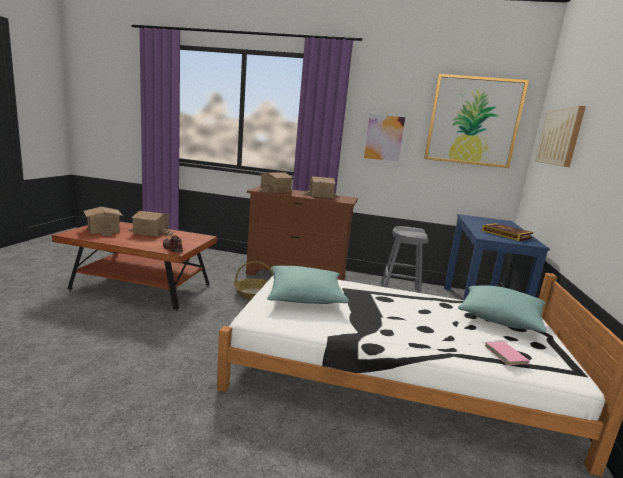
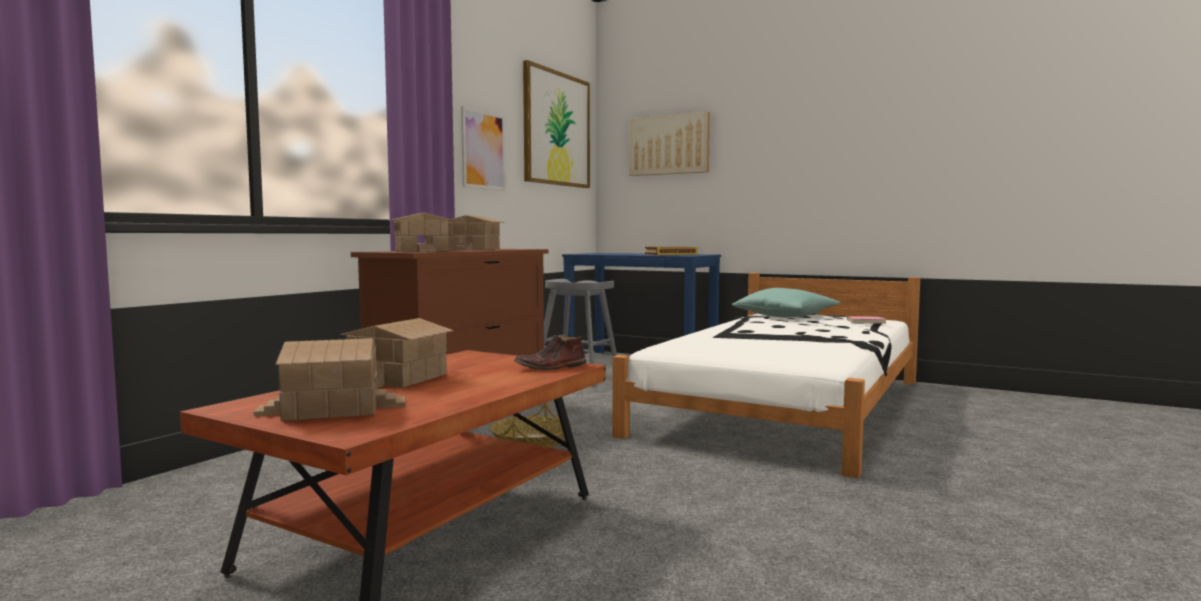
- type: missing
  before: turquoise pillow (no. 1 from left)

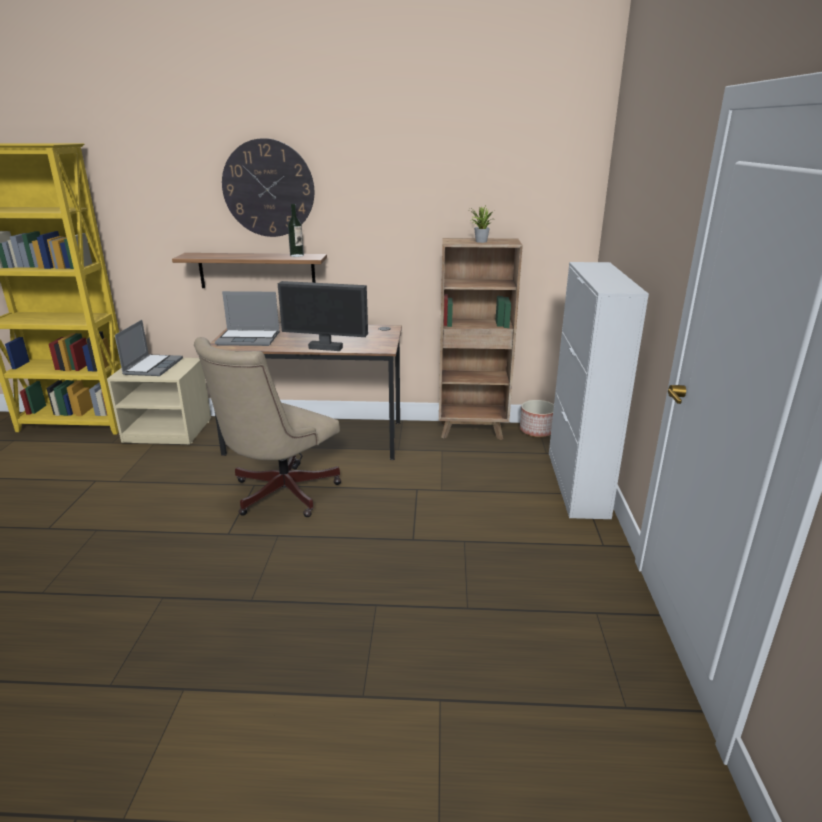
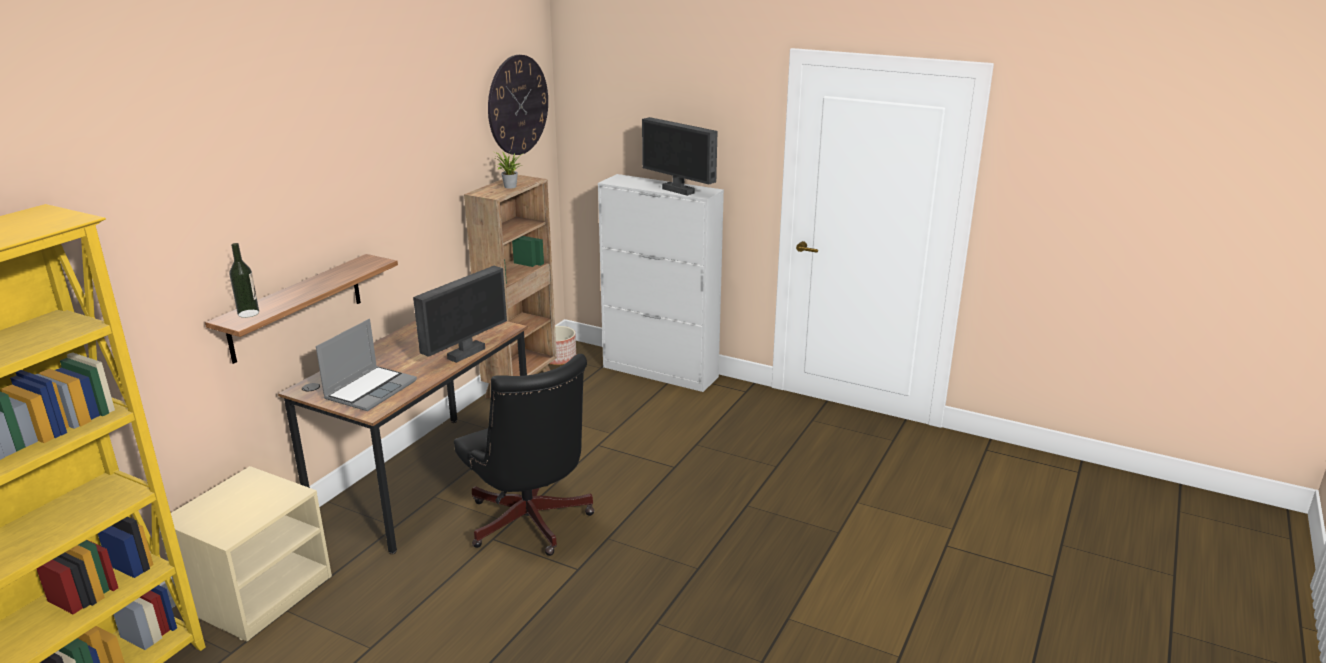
- type: missing
  before: laptop (no. 1 from left)
- type: colour
  before: beige office chair
  after: black office chair
- type: relocated
  before: wall clock
- type: relocated
  before: bottle
- type: appeared
  after: monitor (no. 2 from left)

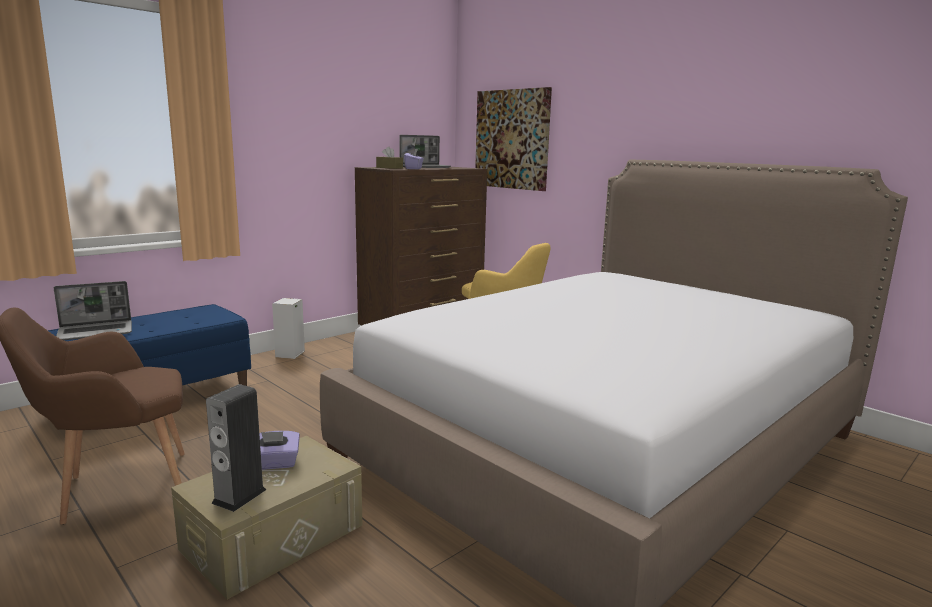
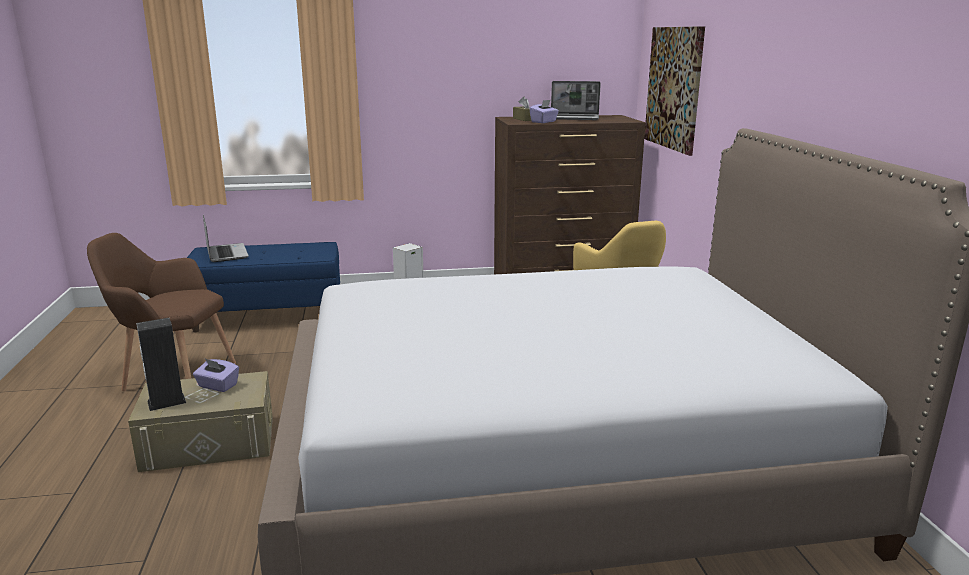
- type: spun
  before: laptop (no. 1 from left)
  turn: -120

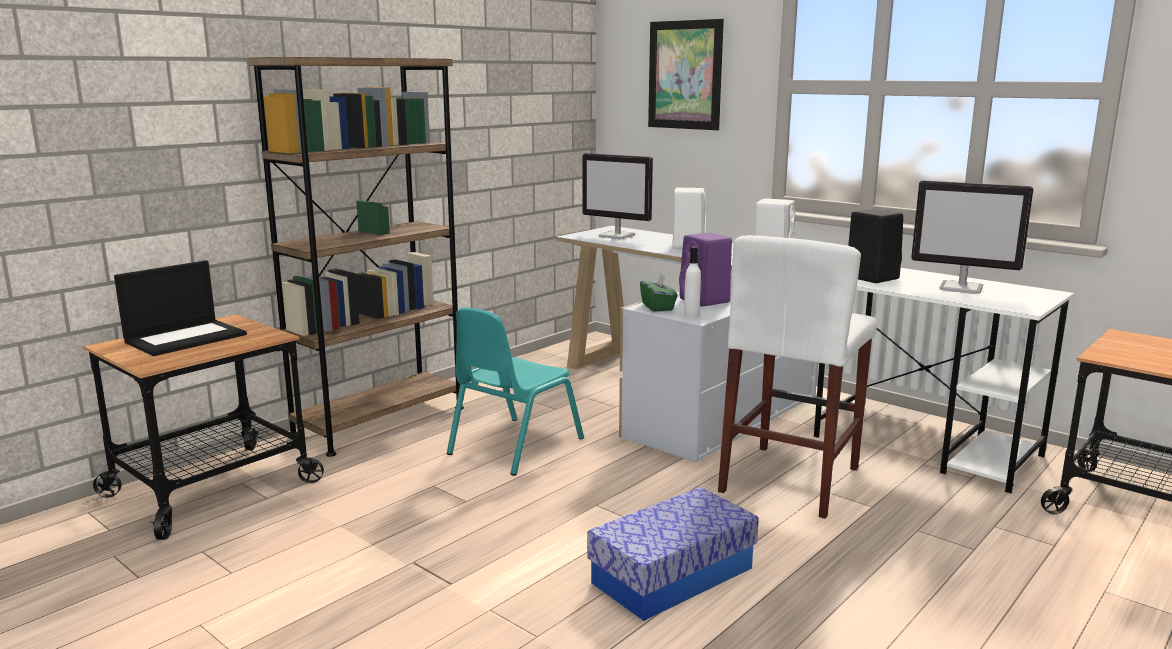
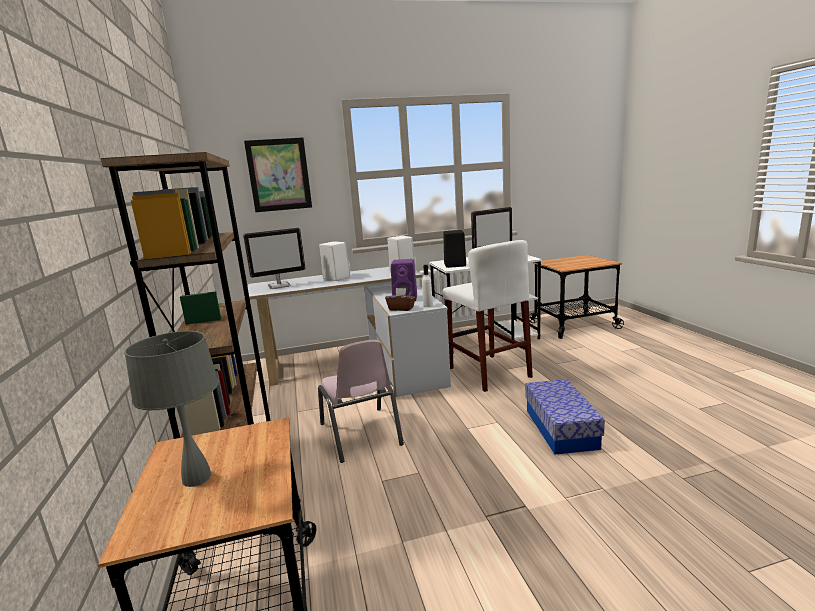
- type: exchanged
  before: laptop
  after: grey table lamp
- type: colour
  before: turquoise chair
  after: pink chair
- type: colour
  before: green tissue box
  after: brown tissue box

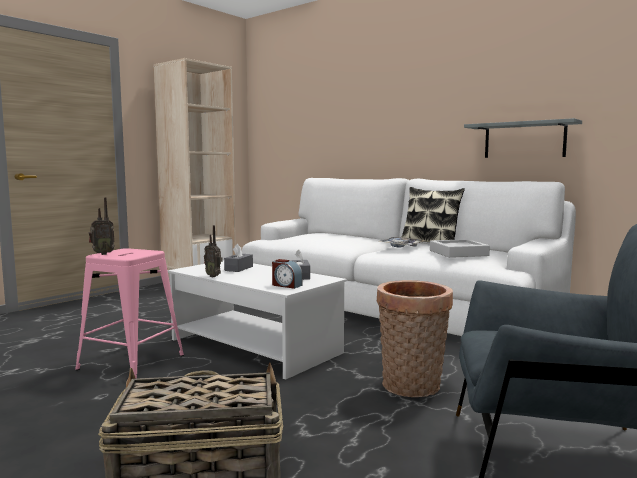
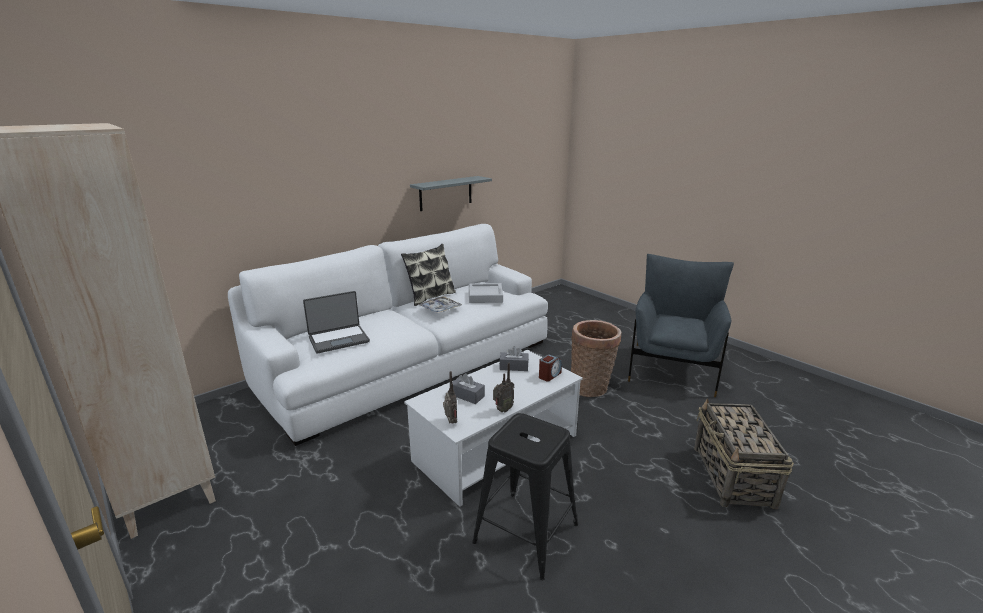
- type: colour
  before: pink stool
  after: black stool
- type: relocated
  before: radio (no. 1 from left)
- type: appeared
  after: laptop

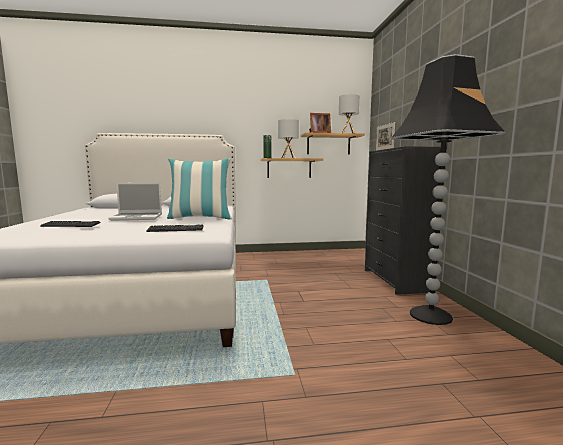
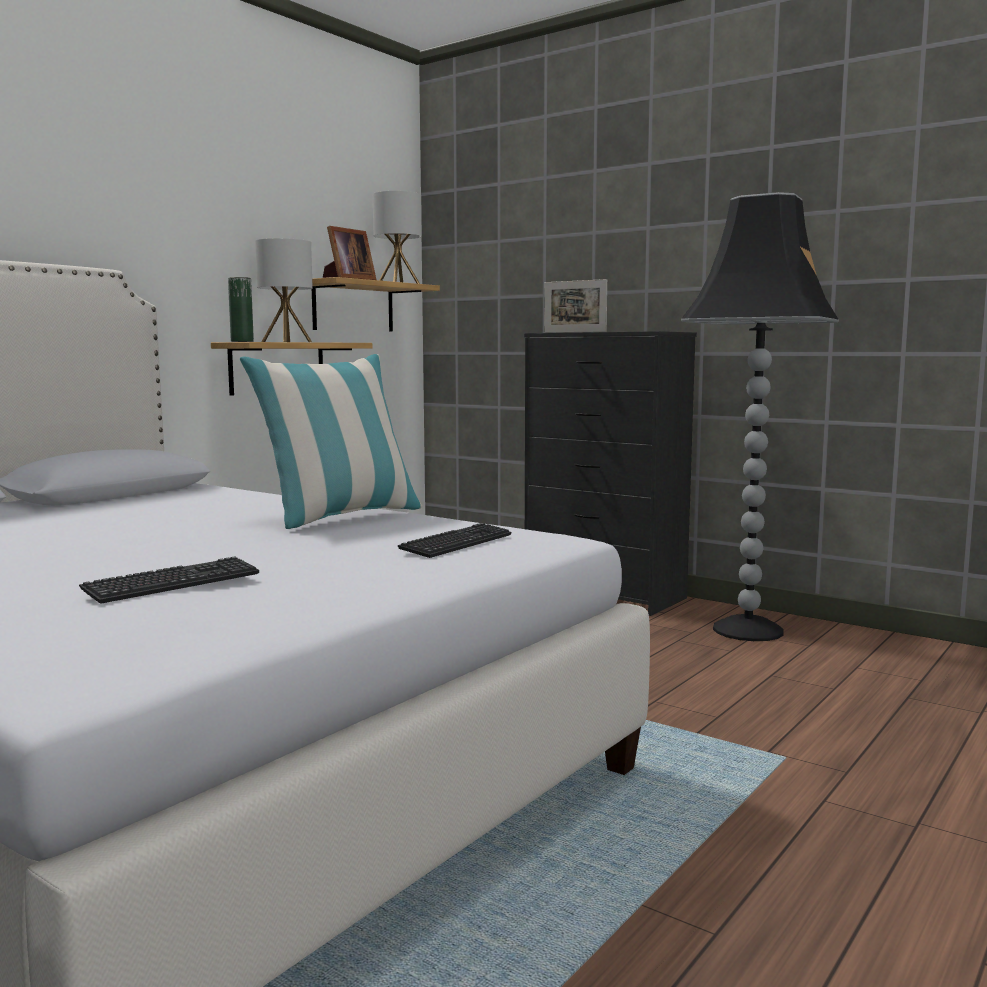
- type: missing
  before: laptop

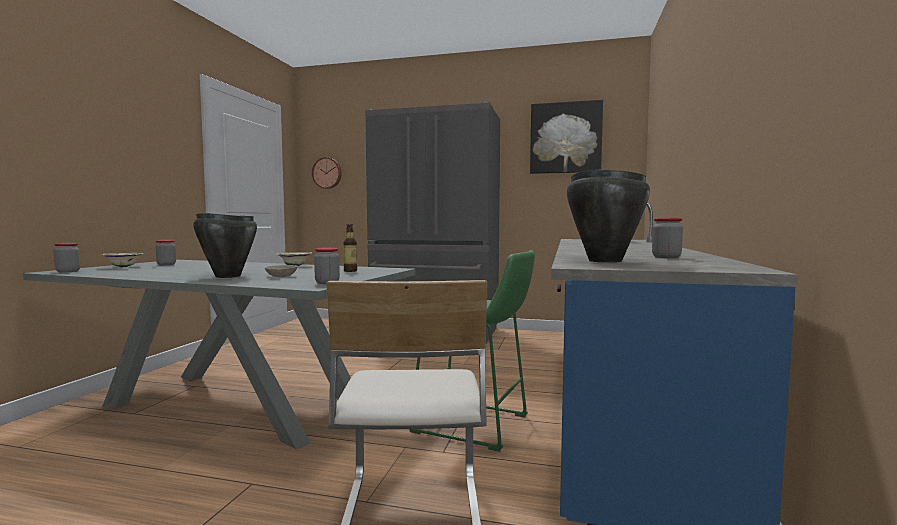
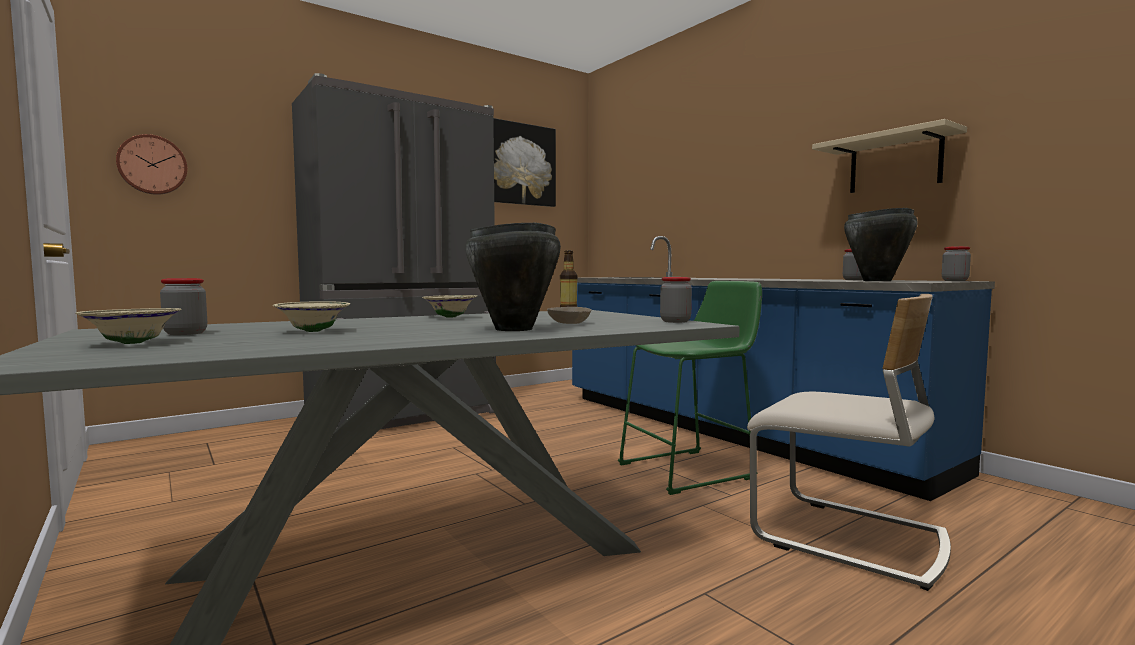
- type: relocated
  before: jar (no. 1 from left in the first image)
  after: jar (no. 4 from left)
- type: appeared
  after: beige bowl (no. 2 from left)
- type: appeared
  after: beige shelf

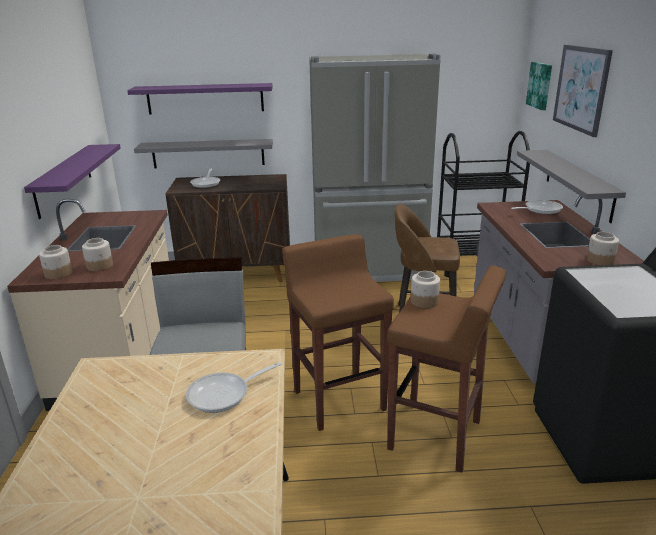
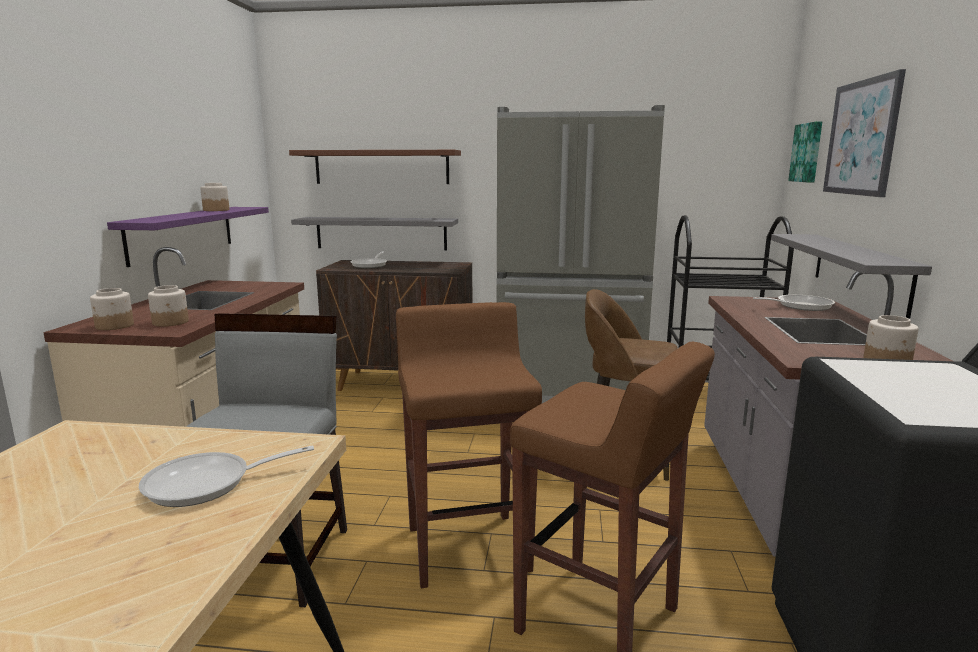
- type: colour
  before: purple shelf (no. 2 from left)
  after: brown shelf
- type: relocated
  before: jar (no. 3 from left)

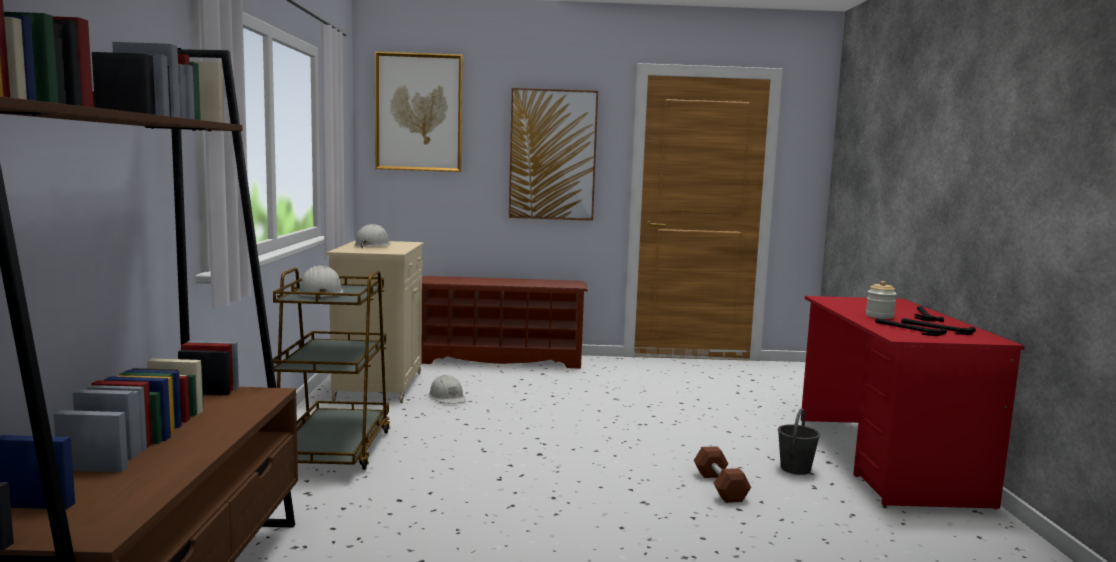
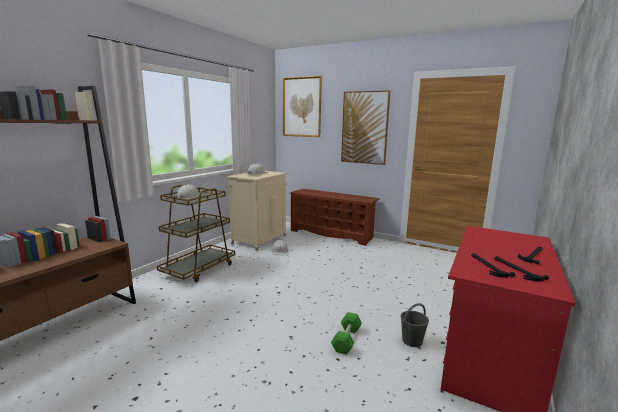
- type: colour
  before: brown dumbbell
  after: green dumbbell
- type: missing
  before: jar

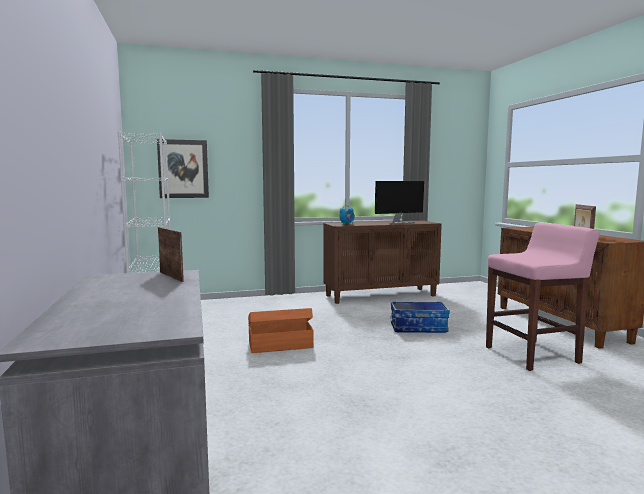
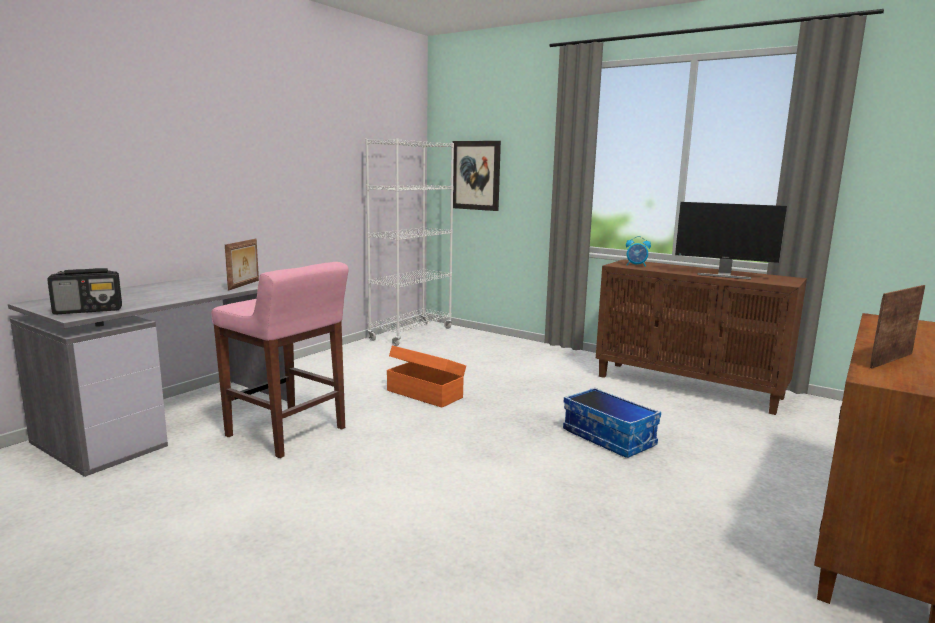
- type: relocated
  before: pink stool
- type: appeared
  after: radio

